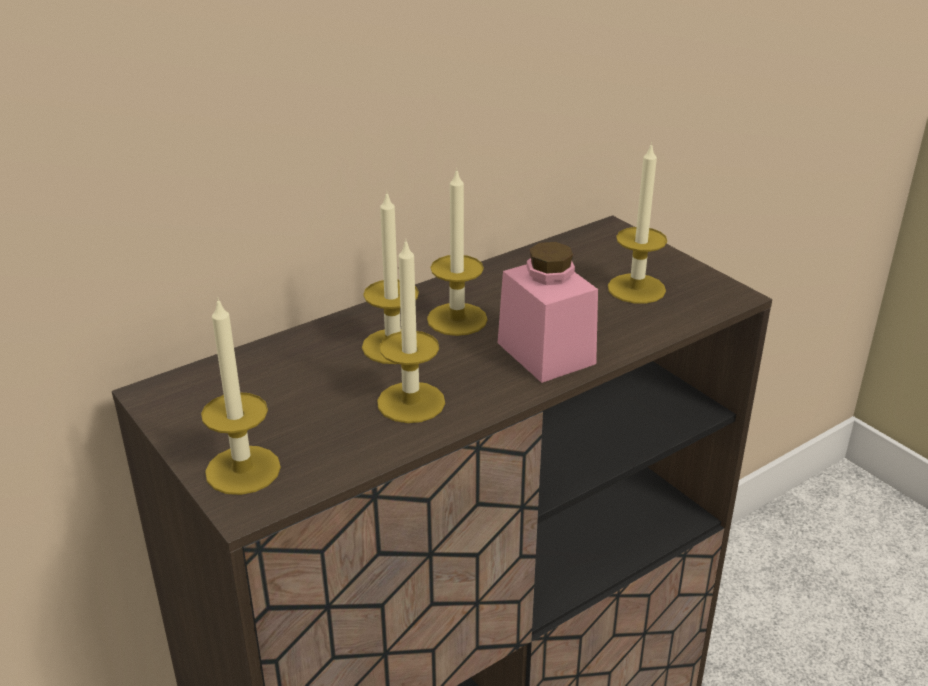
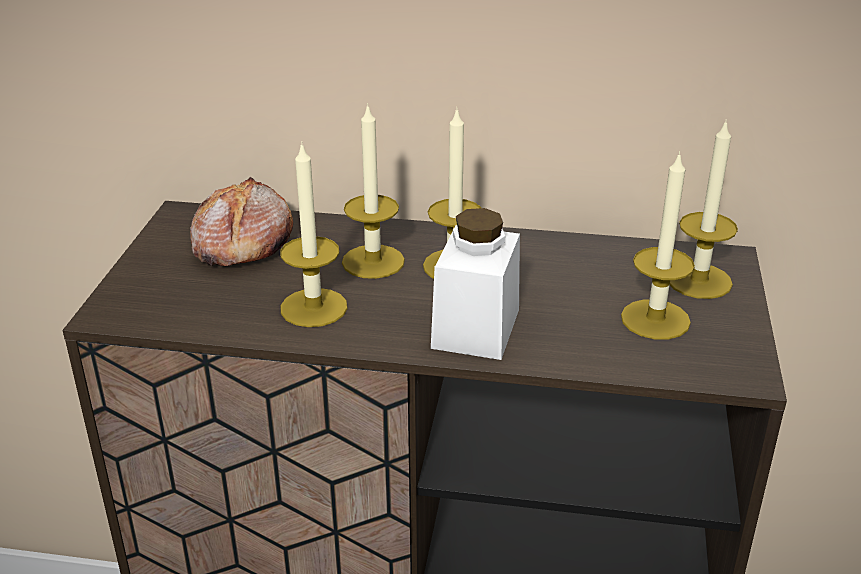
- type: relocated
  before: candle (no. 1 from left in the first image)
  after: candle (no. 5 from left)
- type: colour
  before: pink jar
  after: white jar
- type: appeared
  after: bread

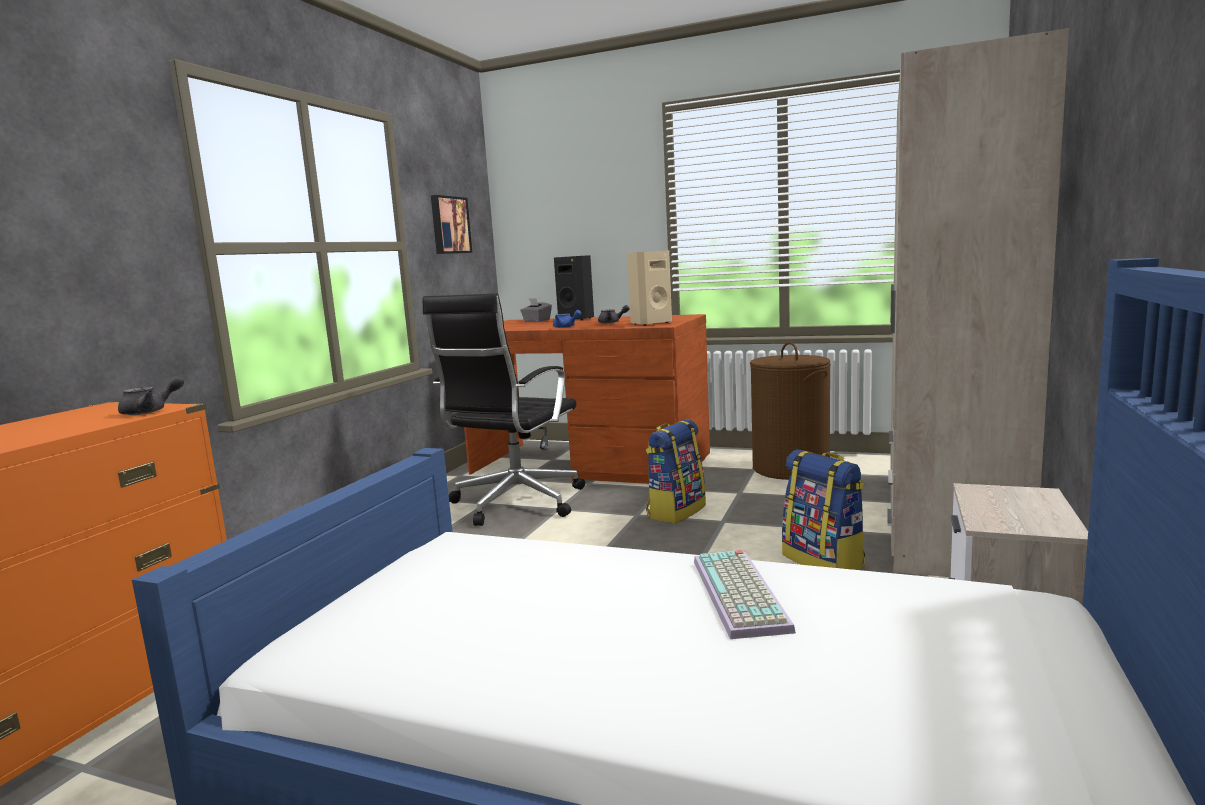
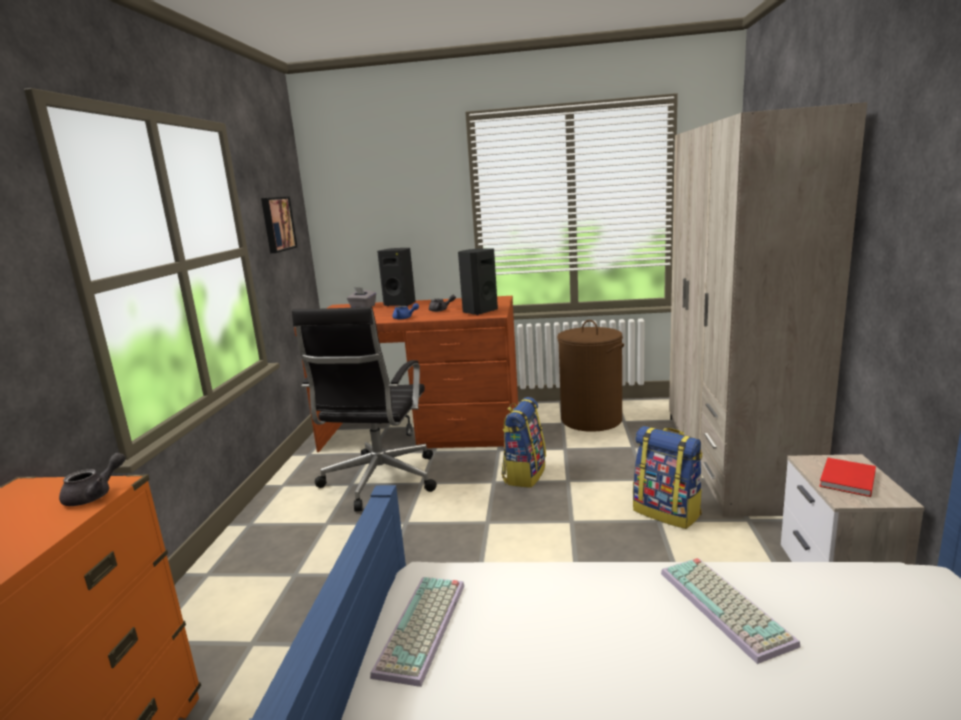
- type: colour
  before: beige speaker
  after: black speaker (no. 2 from left)
- type: appeared
  after: keyboard (no. 1 from left)
- type: appeared
  after: red book

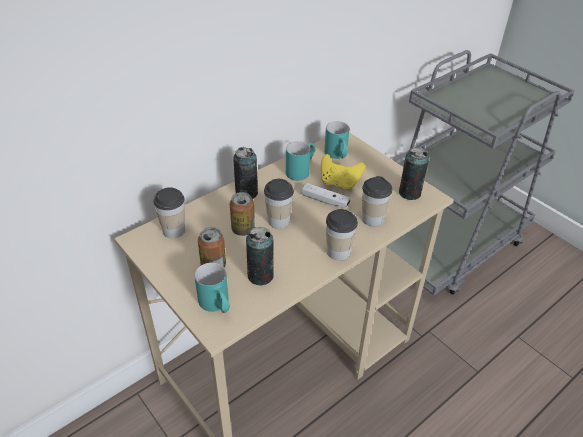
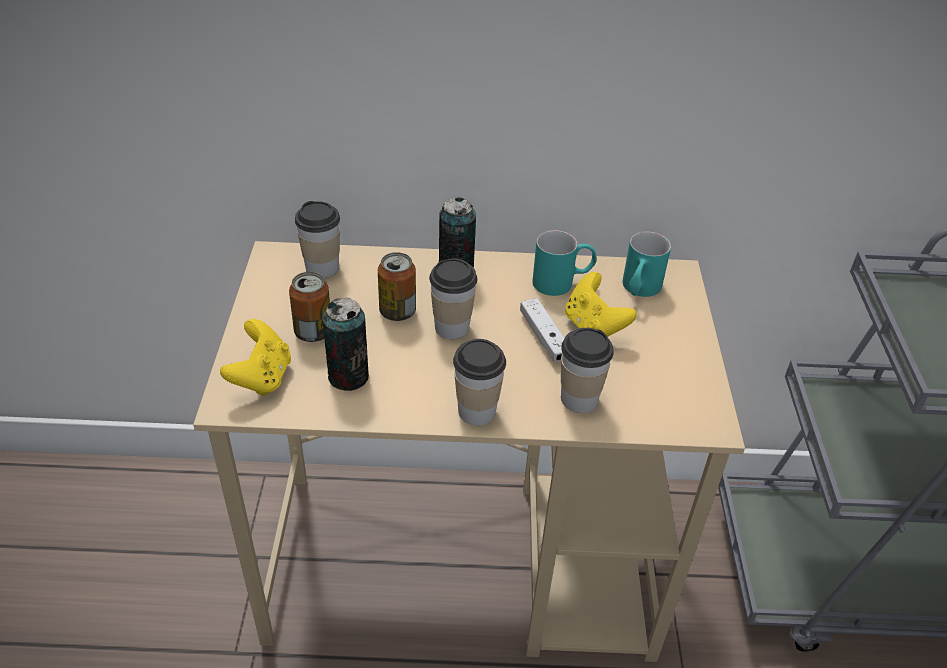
- type: exchanged
  before: turquoise mug (no. 1 from left)
  after: yellow game controller (no. 1 from left)
- type: missing
  before: can (no. 5 from left)

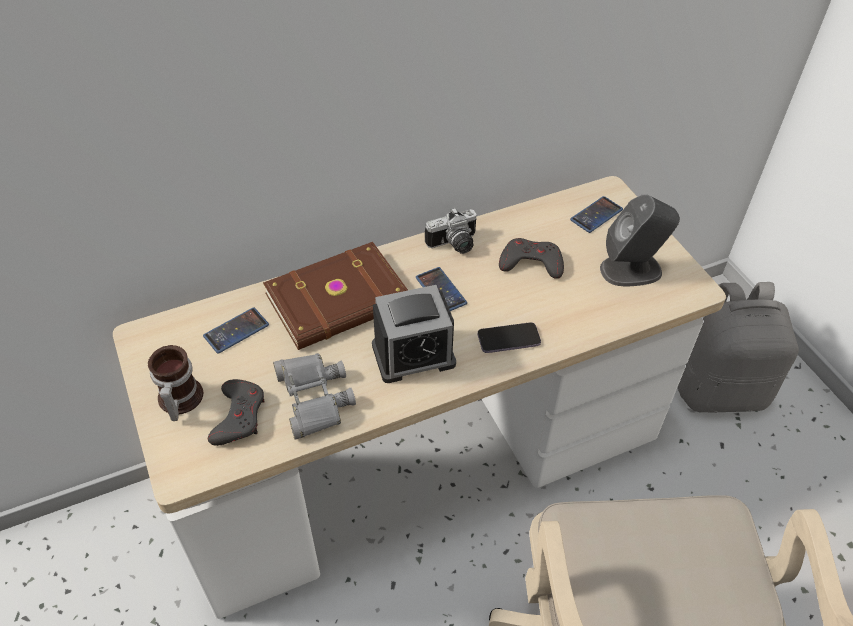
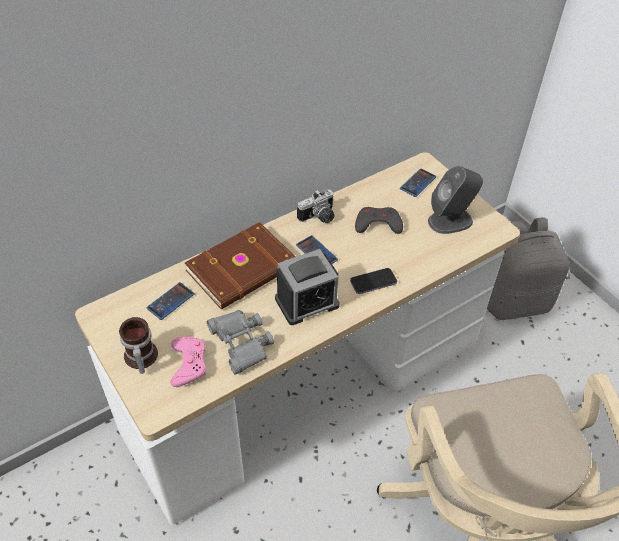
- type: colour
  before: grey game controller (no. 1 from left)
  after: pink game controller

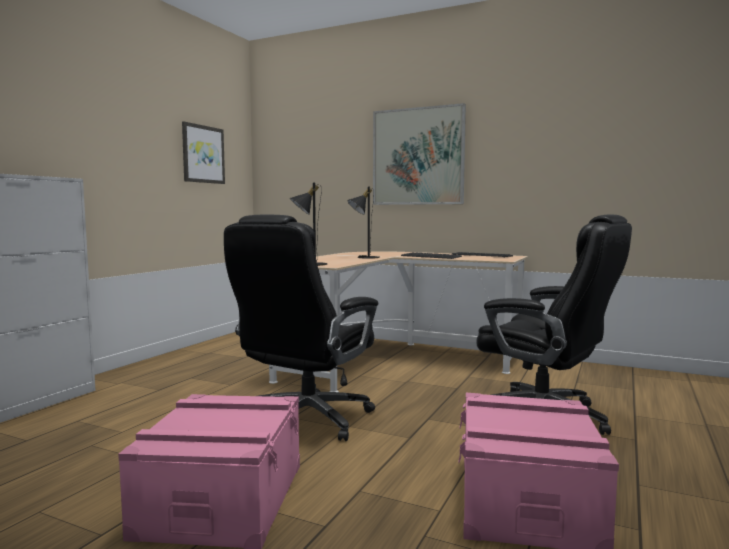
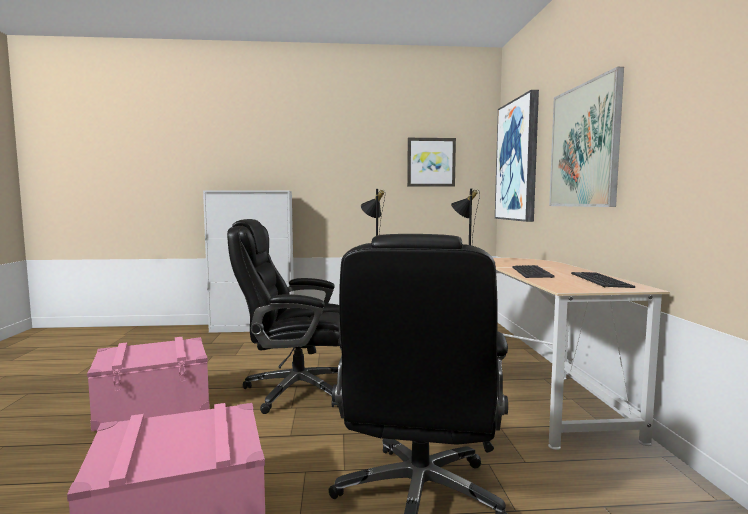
- type: appeared
  after: picture (no. 2 from left)

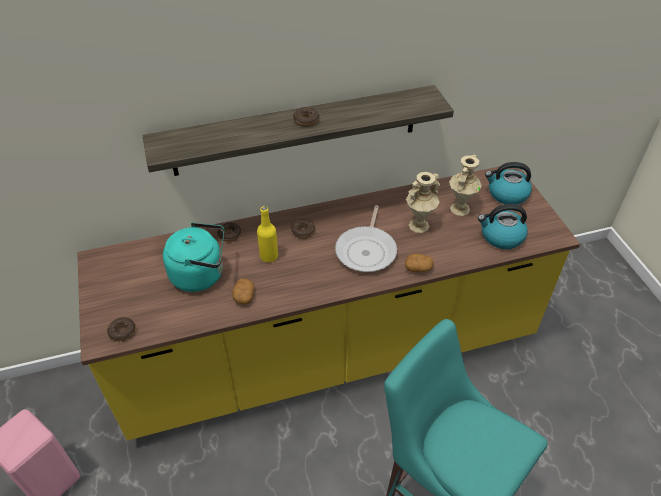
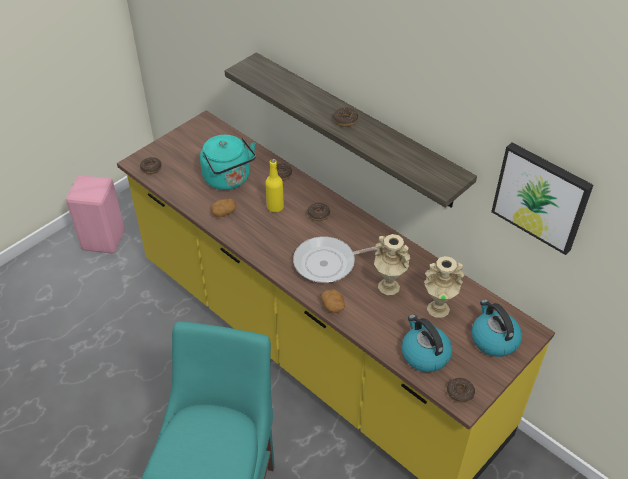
- type: appeared
  after: donut (no. 5 from left)
- type: appeared
  after: picture

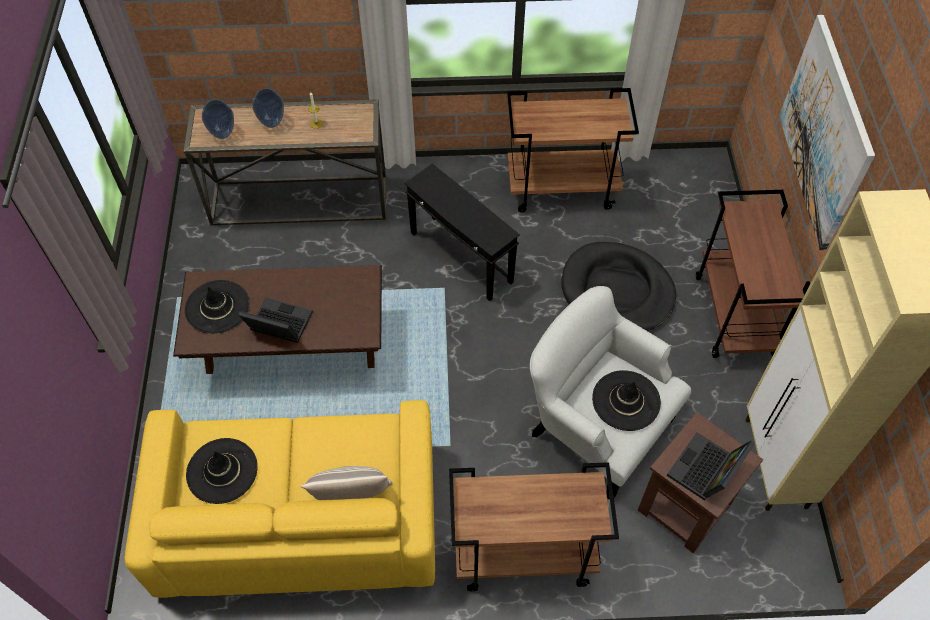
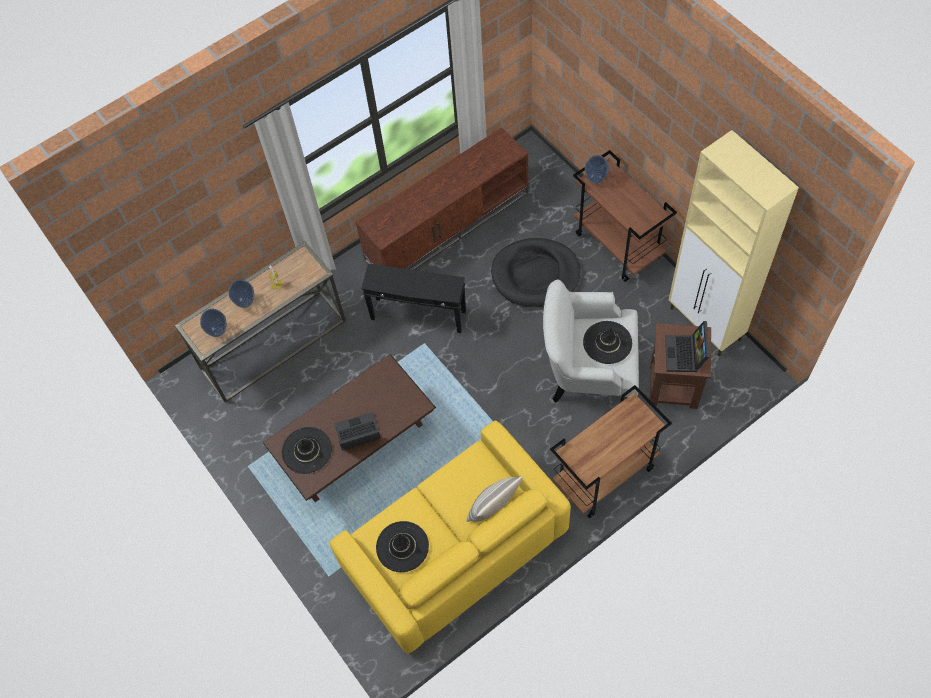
- type: exchanged
  before: brown cart (no. 2 from left)
  after: brown tv stand
- type: missing
  before: picture
- type: appeared
  after: vase (no. 3 from left)

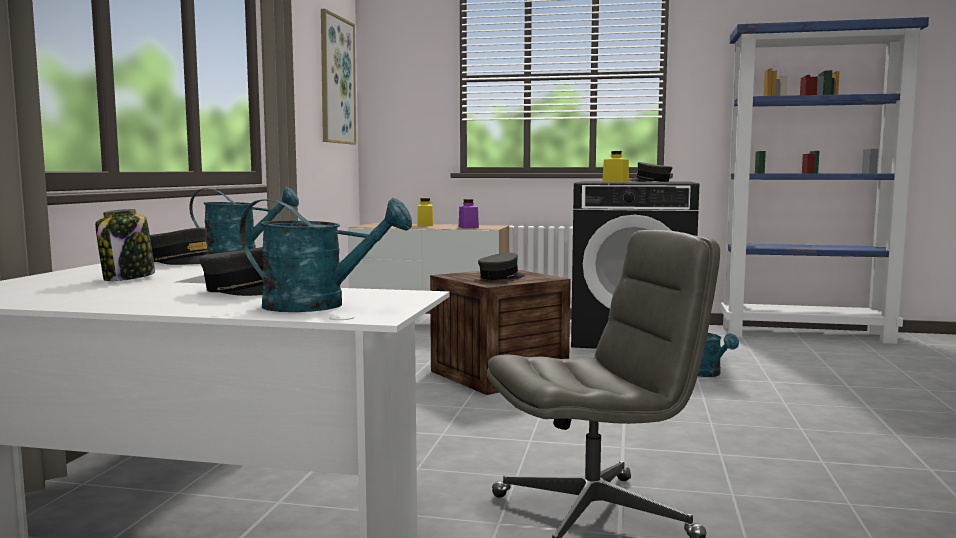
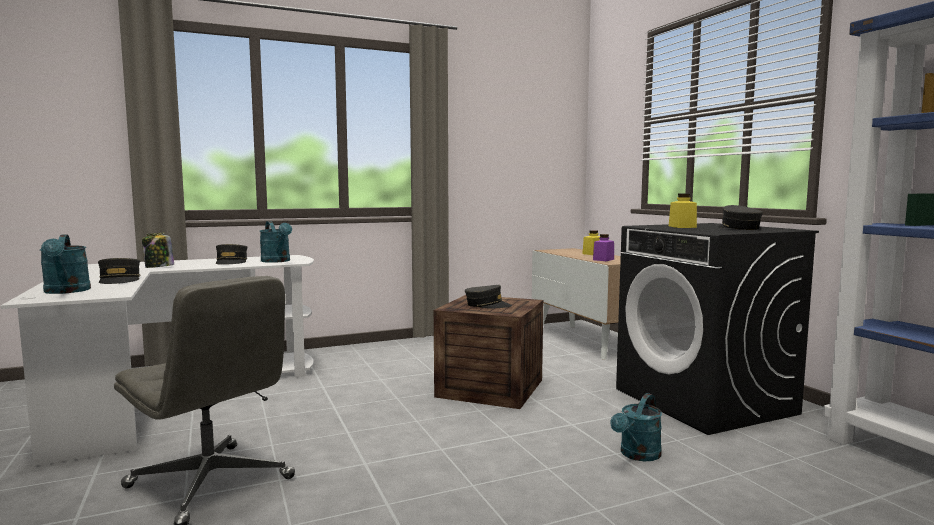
- type: missing
  before: picture

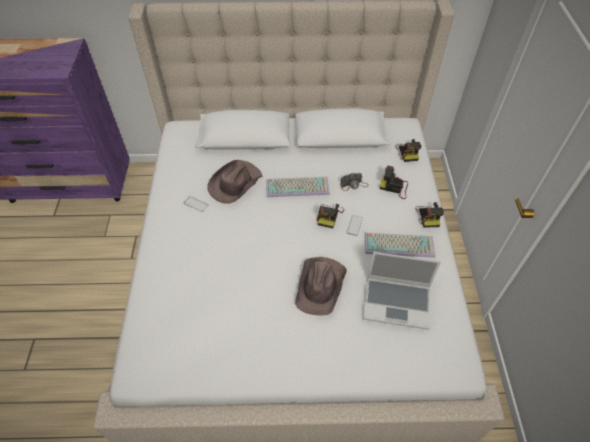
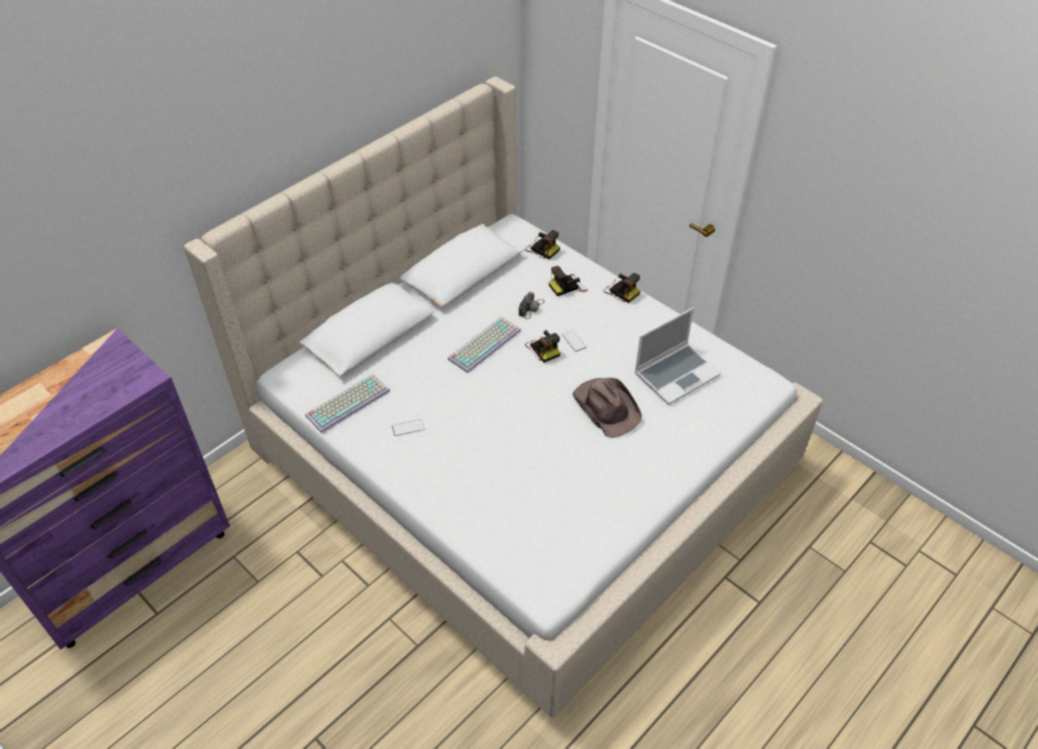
- type: missing
  before: brown hat (no. 1 from left)
- type: relocated
  before: keyboard (no. 2 from left in the first image)
  after: keyboard (no. 1 from left)

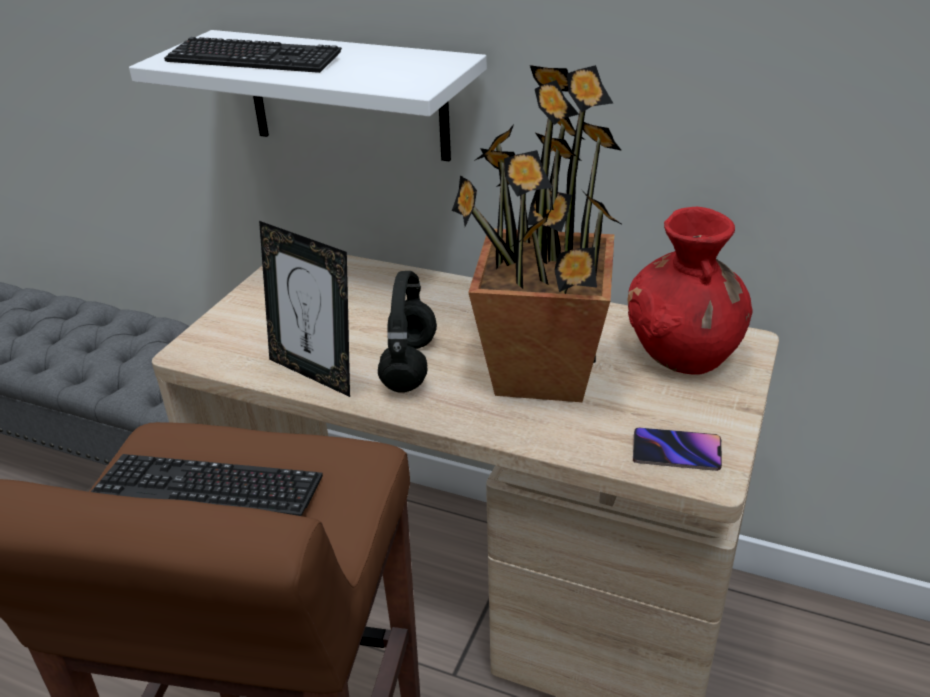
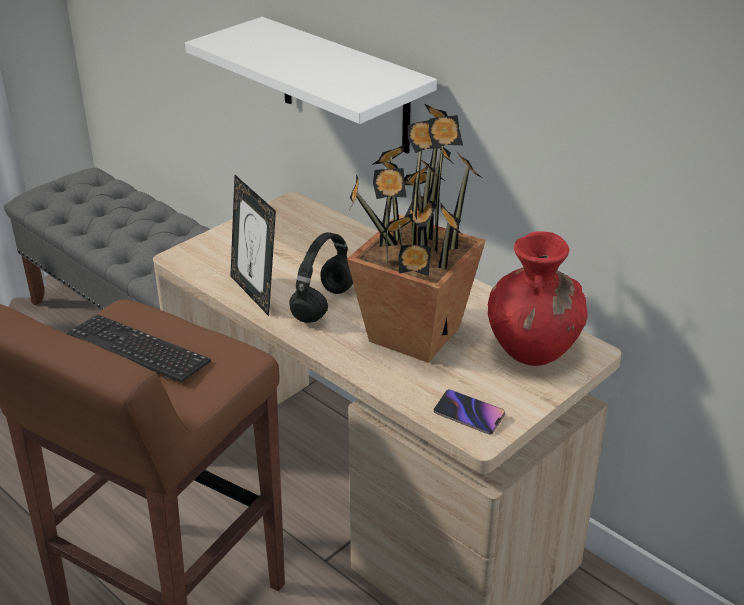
- type: missing
  before: keyboard (no. 2 from left)

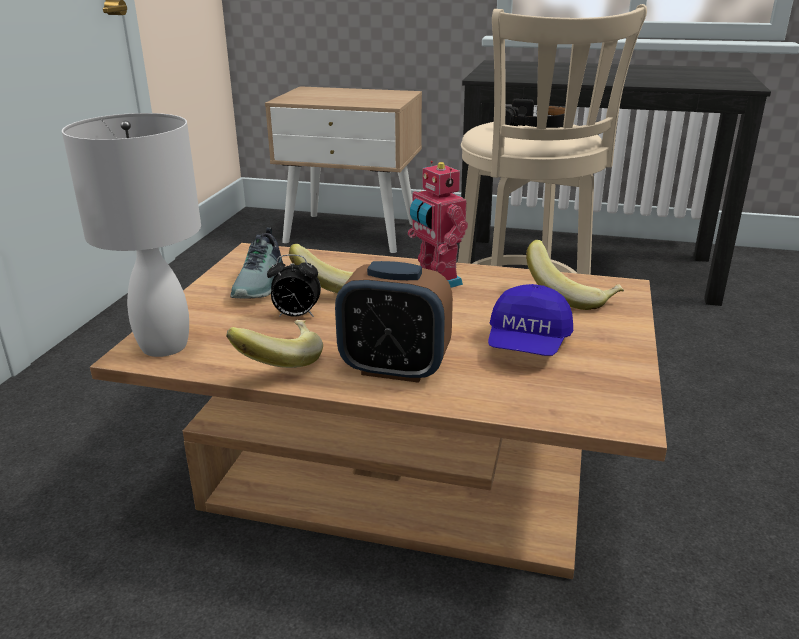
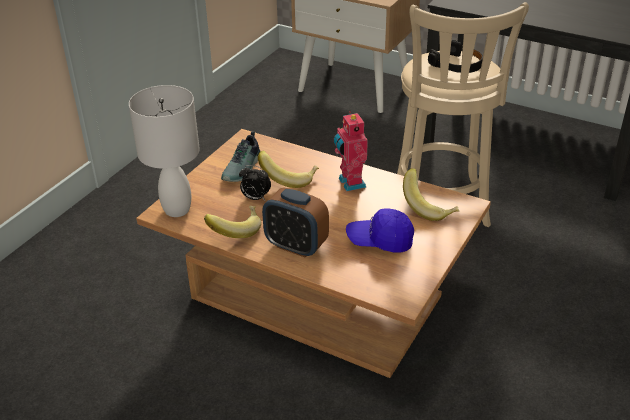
- type: spun
  before: blue cap
  turn: 60

